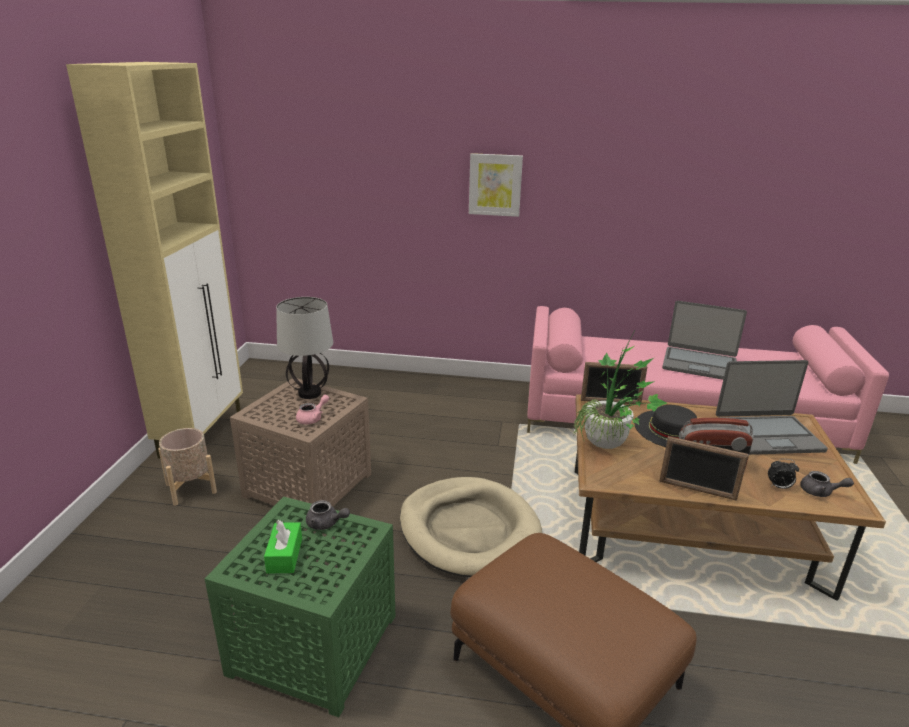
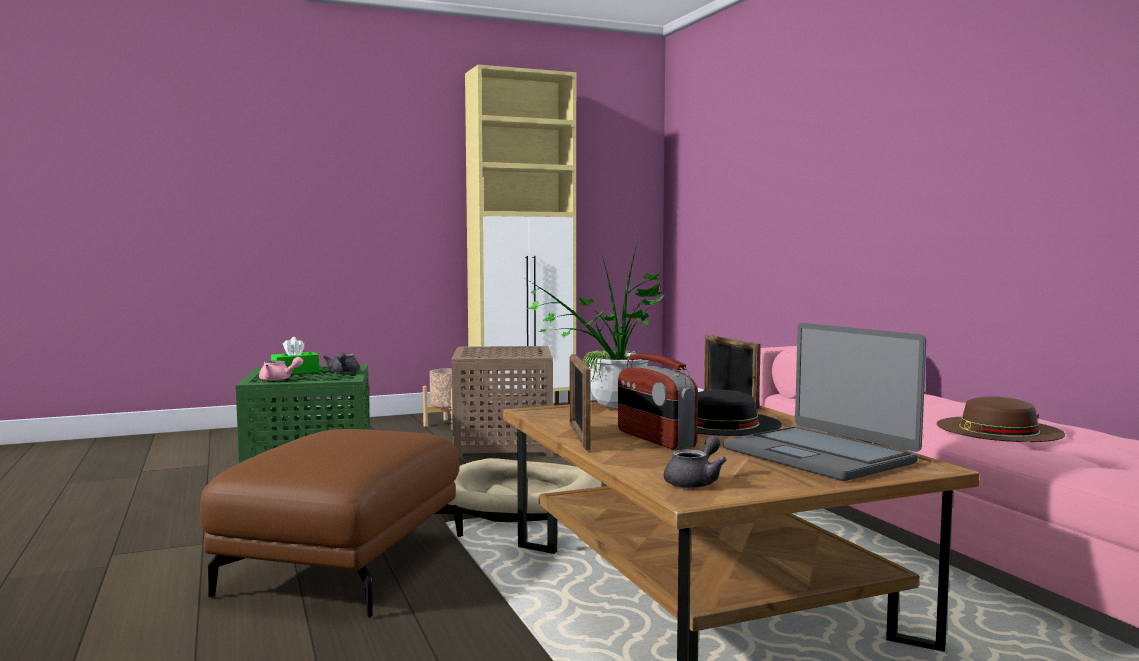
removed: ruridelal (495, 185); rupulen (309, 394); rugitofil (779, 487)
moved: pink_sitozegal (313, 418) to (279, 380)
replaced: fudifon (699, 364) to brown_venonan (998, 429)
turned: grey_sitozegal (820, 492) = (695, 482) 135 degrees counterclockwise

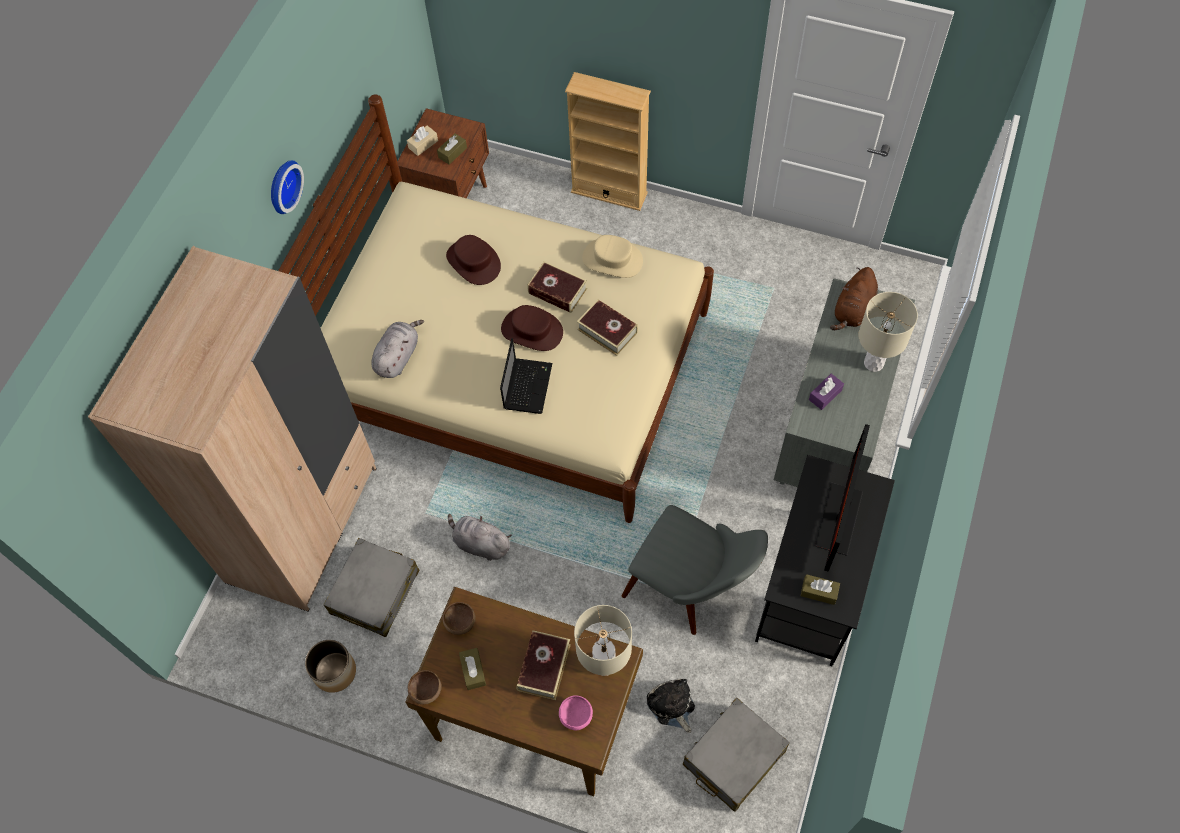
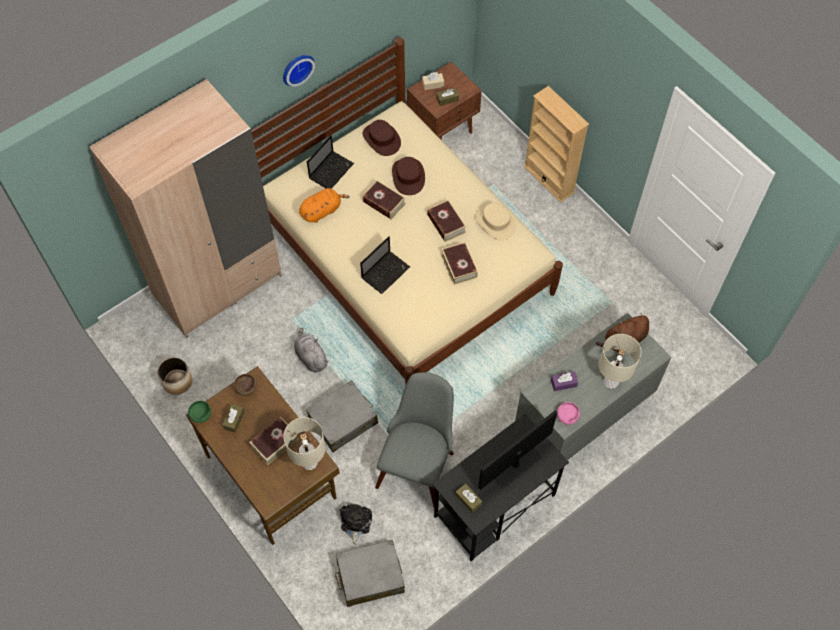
added: fudifon (331, 170); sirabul (384, 203)
moved: brown_venonan (532, 330) to (382, 139); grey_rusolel (375, 592) to (343, 420); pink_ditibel (575, 716) to (566, 416)
recoloured: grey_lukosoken (398, 356) to orange_lukosoken (322, 211); brown_ditibel (426, 691) to green_ditibel (200, 415)
turned: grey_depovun (691, 588) = (418, 460) 135 degrees counterclockwise

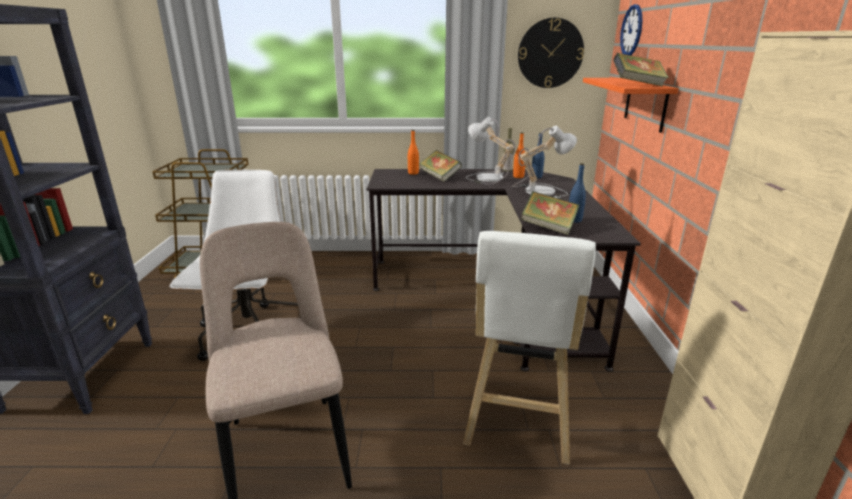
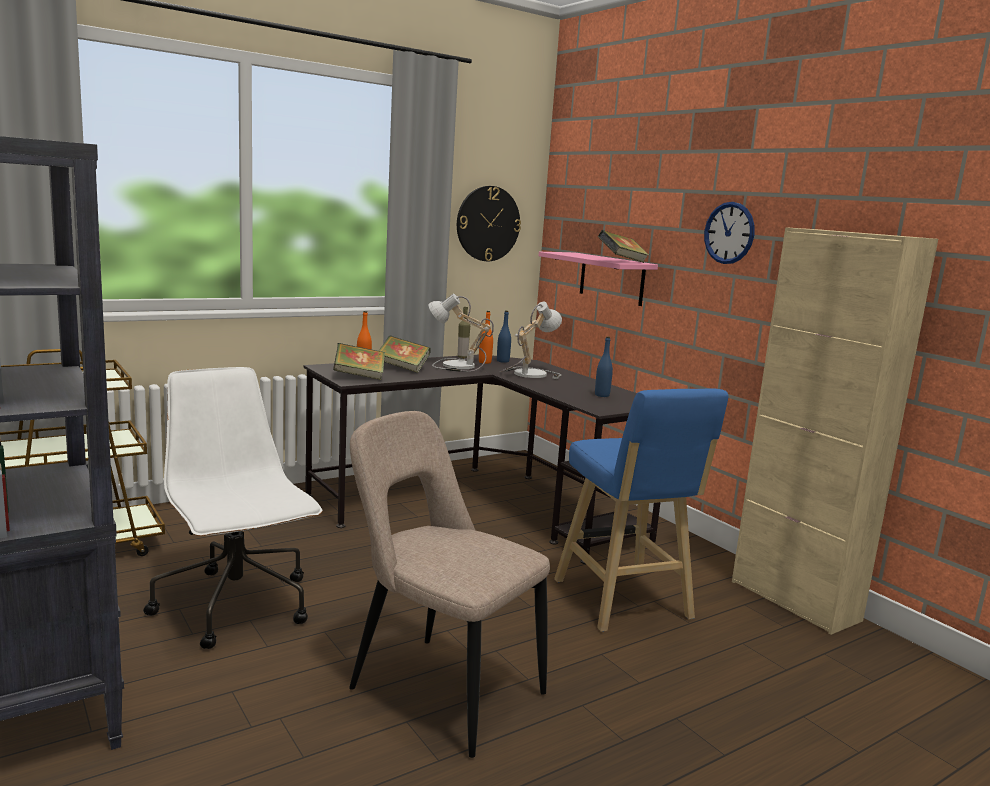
moved: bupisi (631, 31) to (729, 233); sirabul (548, 227) to (359, 377)
recoloured: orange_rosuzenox (645, 103) to pink_rosuzenox (611, 278); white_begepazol (517, 421) to blue_begepazol (624, 602)

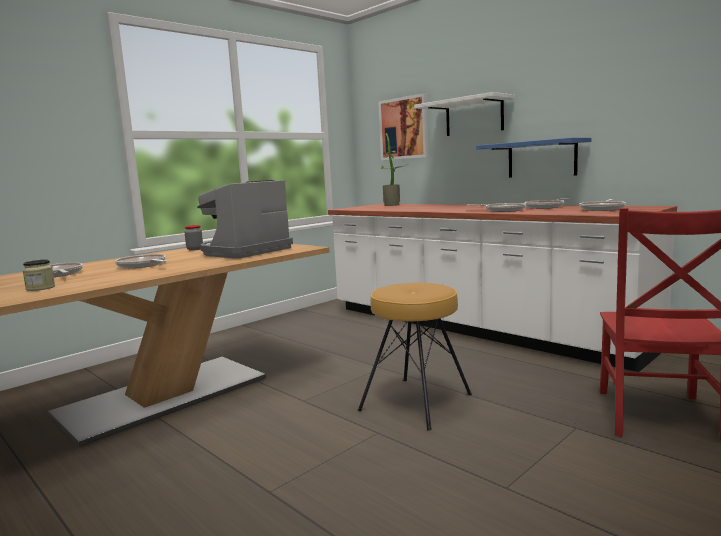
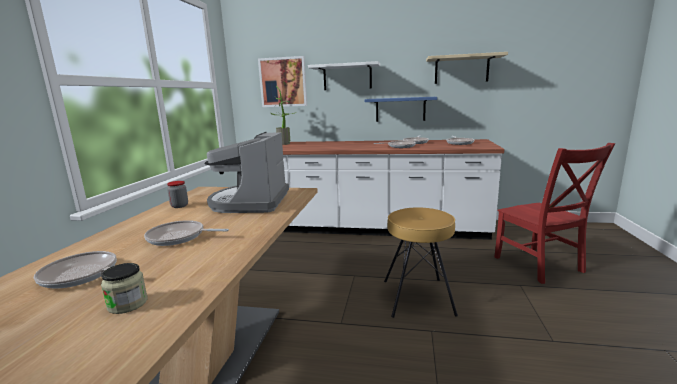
added: beige_rosuzenox (461, 69)

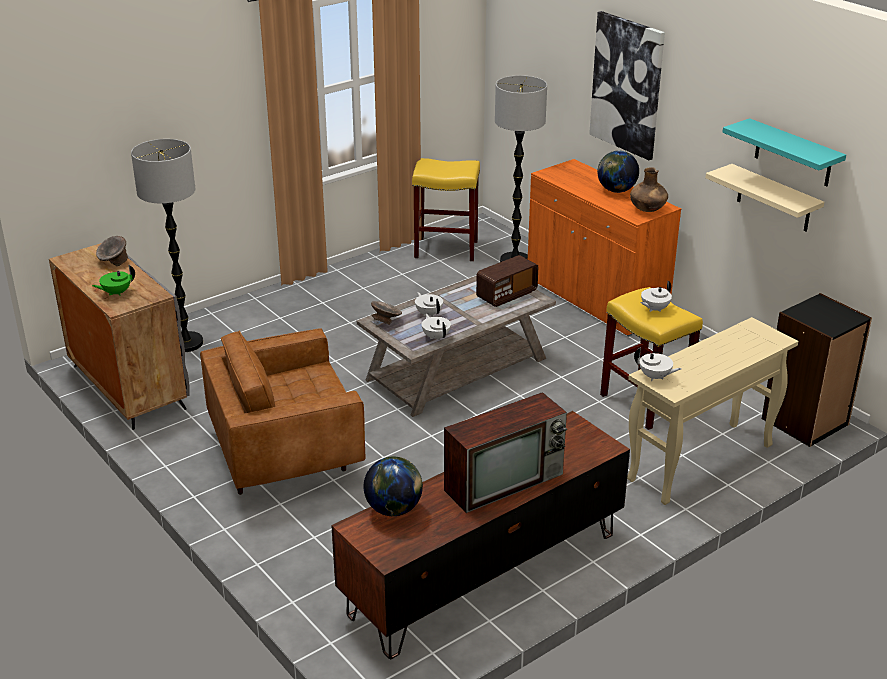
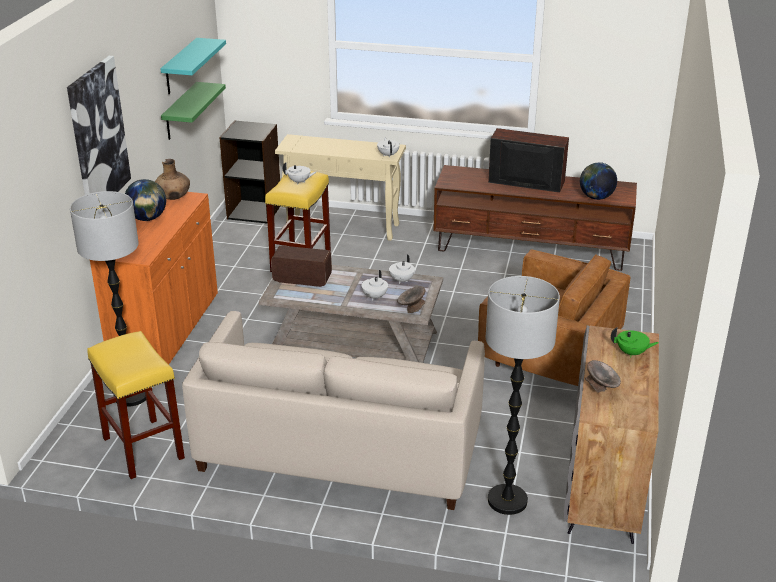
added: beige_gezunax (339, 449)
recoloured: beige_rosuzenox (774, 199) to green_rosuzenox (180, 112)

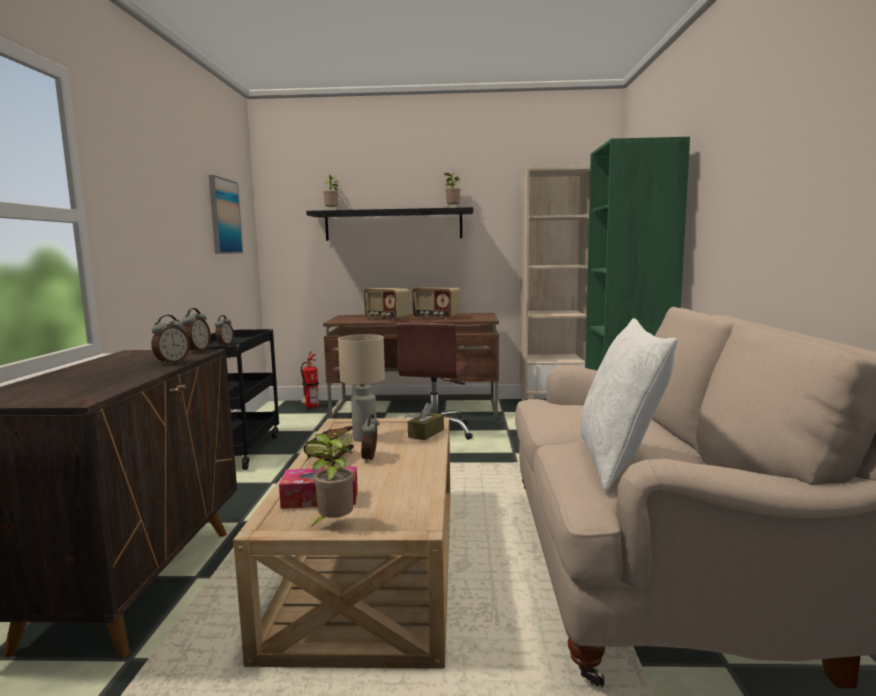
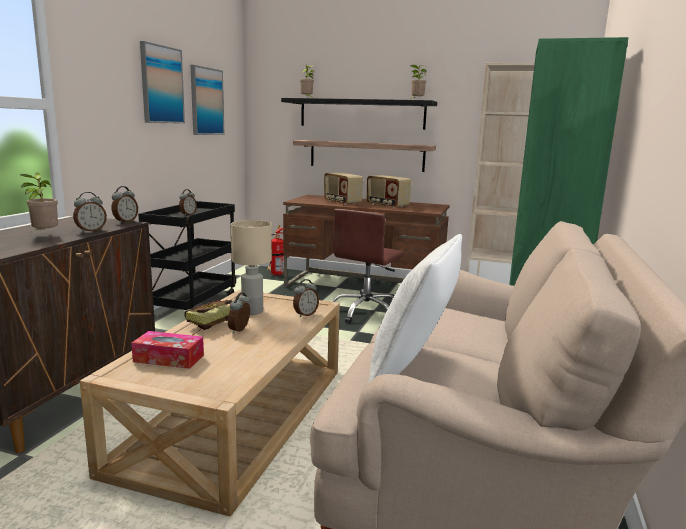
added: ruridelal (161, 85); rosuzenox (366, 155)
moved: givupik (333, 524) to (44, 235)
replaced: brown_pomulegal (426, 433) to rugitofil (305, 314)

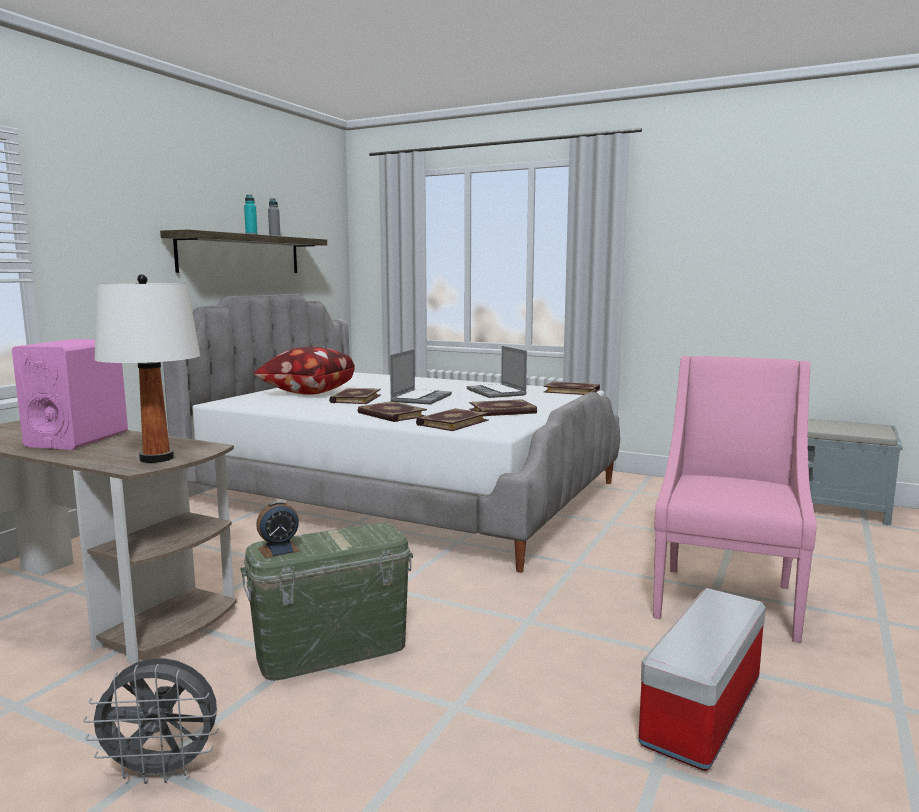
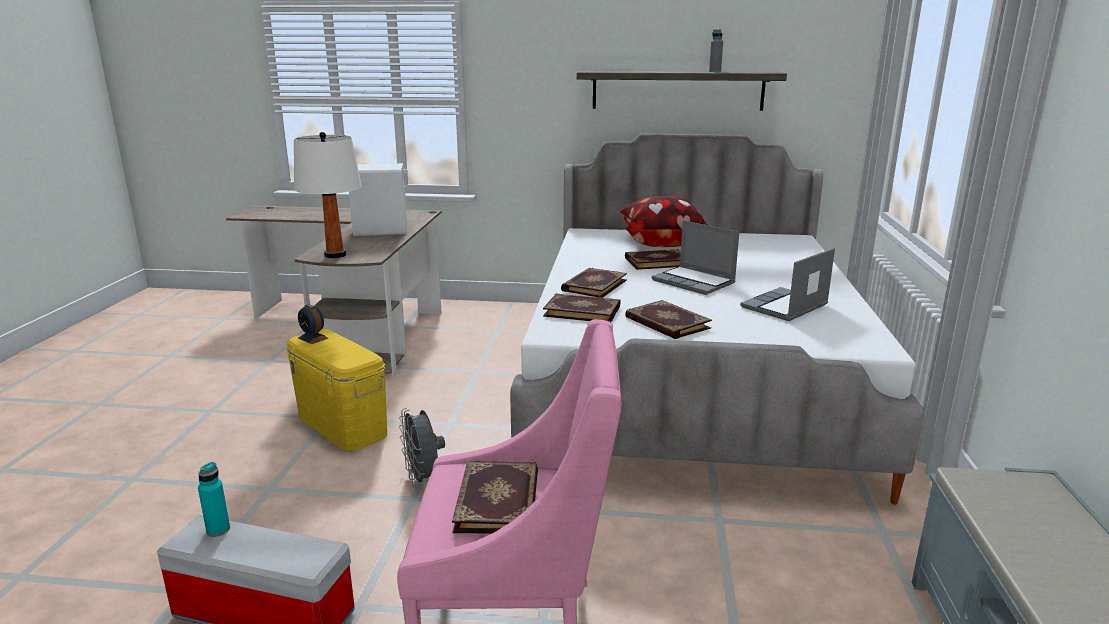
moved: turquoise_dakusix (251, 234) to (218, 530); sirabul (572, 391) to (499, 501); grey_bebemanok (162, 771) to (423, 481)
recoloured: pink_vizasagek (78, 439) to white_vizasagek (381, 231); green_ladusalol (332, 649) to yellow_ladusalol (342, 425)
turned: fudifon (421, 398) = (694, 282) 45 degrees clockwise

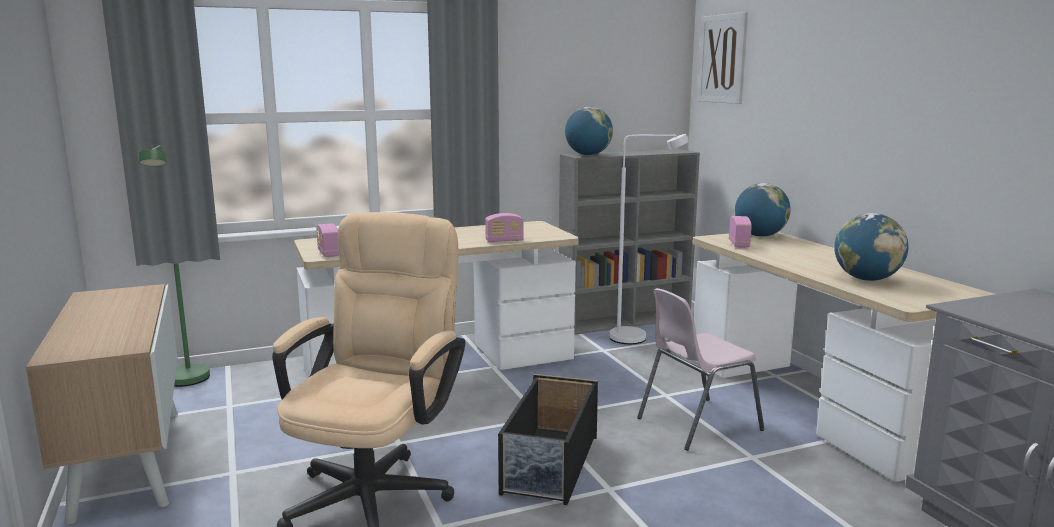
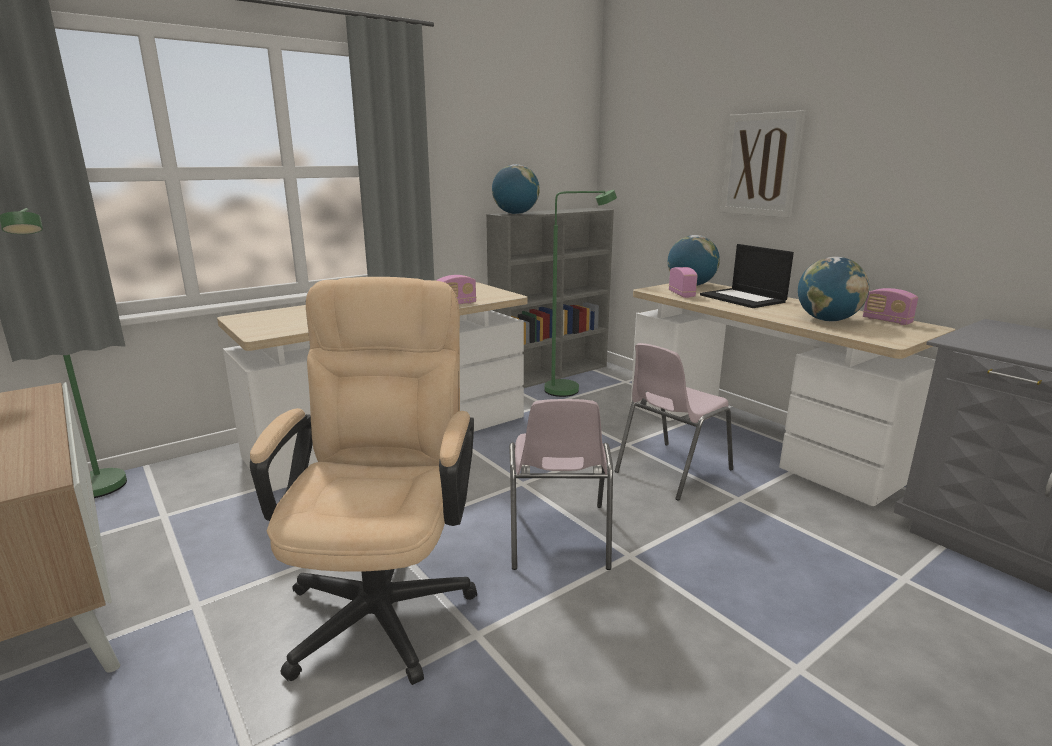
added: fudifon (743, 299)
moved: ruridelal (722, 59) to (760, 165); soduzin (328, 253) to (887, 321)
replaced: black_ladusalol (550, 465) to pink_depovun (557, 537)
recoloured: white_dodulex (638, 338) to green_dodulex (571, 389)

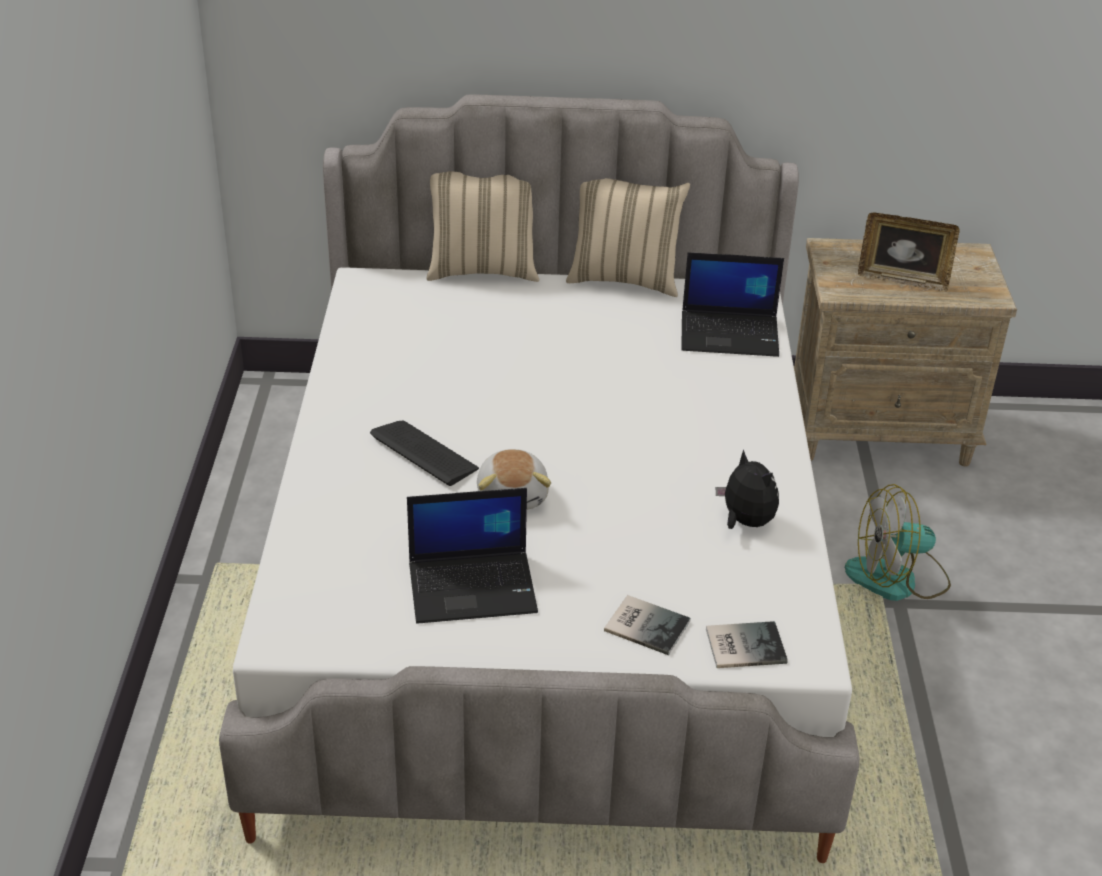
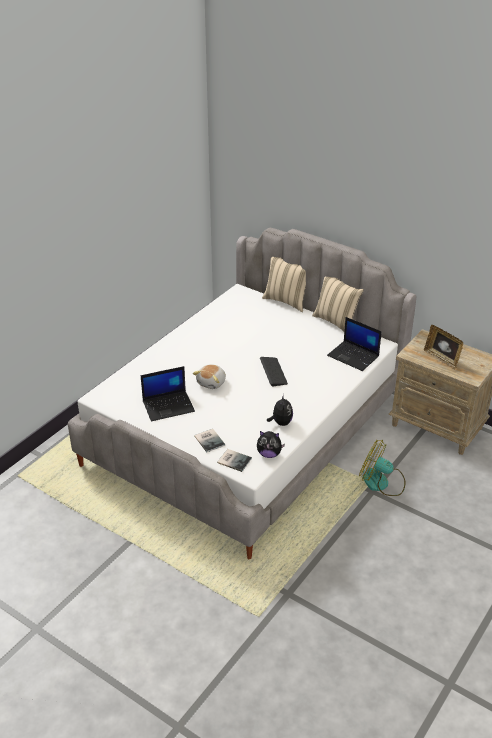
added: lukosoken (269, 454)
moved: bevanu (424, 453) to (273, 372)
turned: fudifon (474, 586) = (169, 406) 45 degrees counterclockwise

